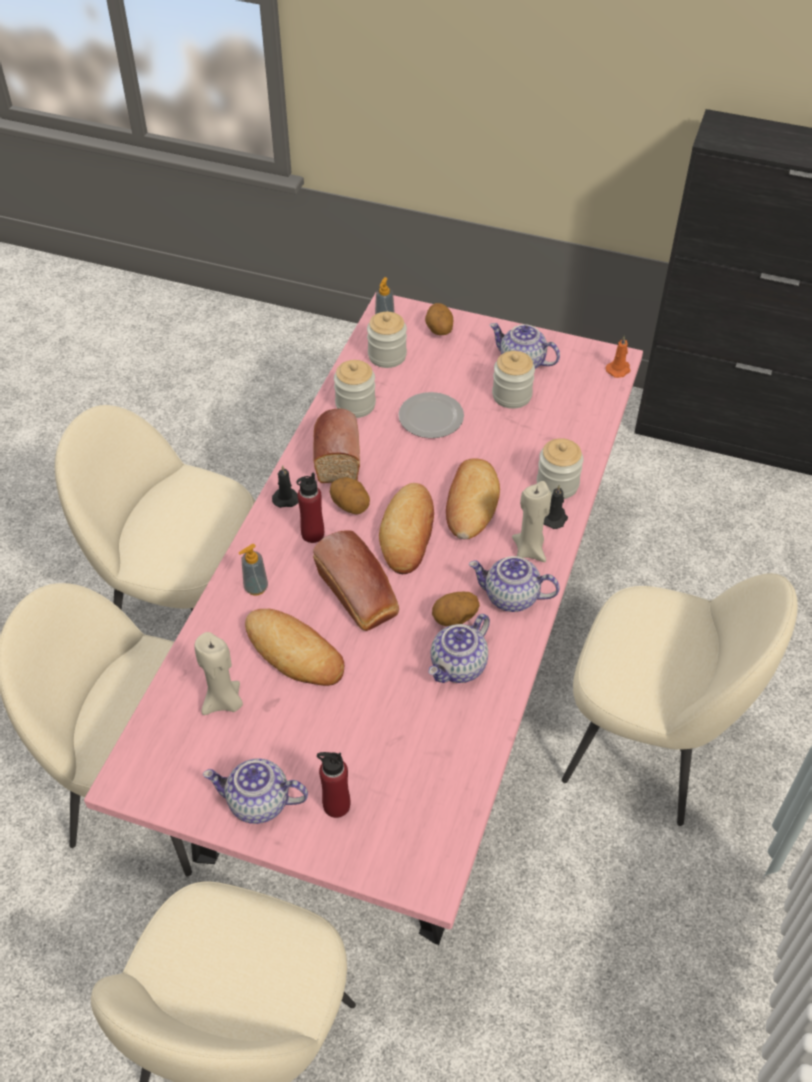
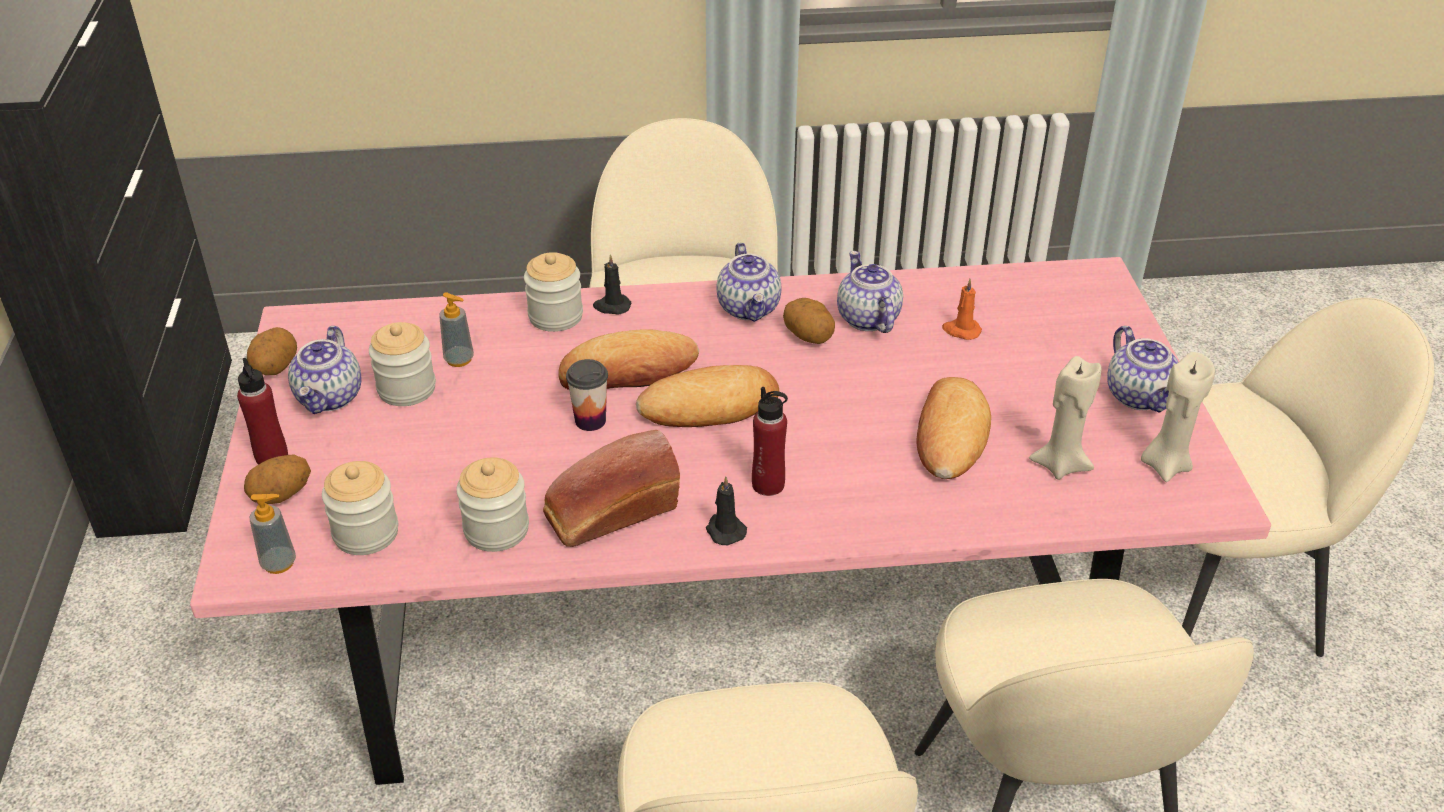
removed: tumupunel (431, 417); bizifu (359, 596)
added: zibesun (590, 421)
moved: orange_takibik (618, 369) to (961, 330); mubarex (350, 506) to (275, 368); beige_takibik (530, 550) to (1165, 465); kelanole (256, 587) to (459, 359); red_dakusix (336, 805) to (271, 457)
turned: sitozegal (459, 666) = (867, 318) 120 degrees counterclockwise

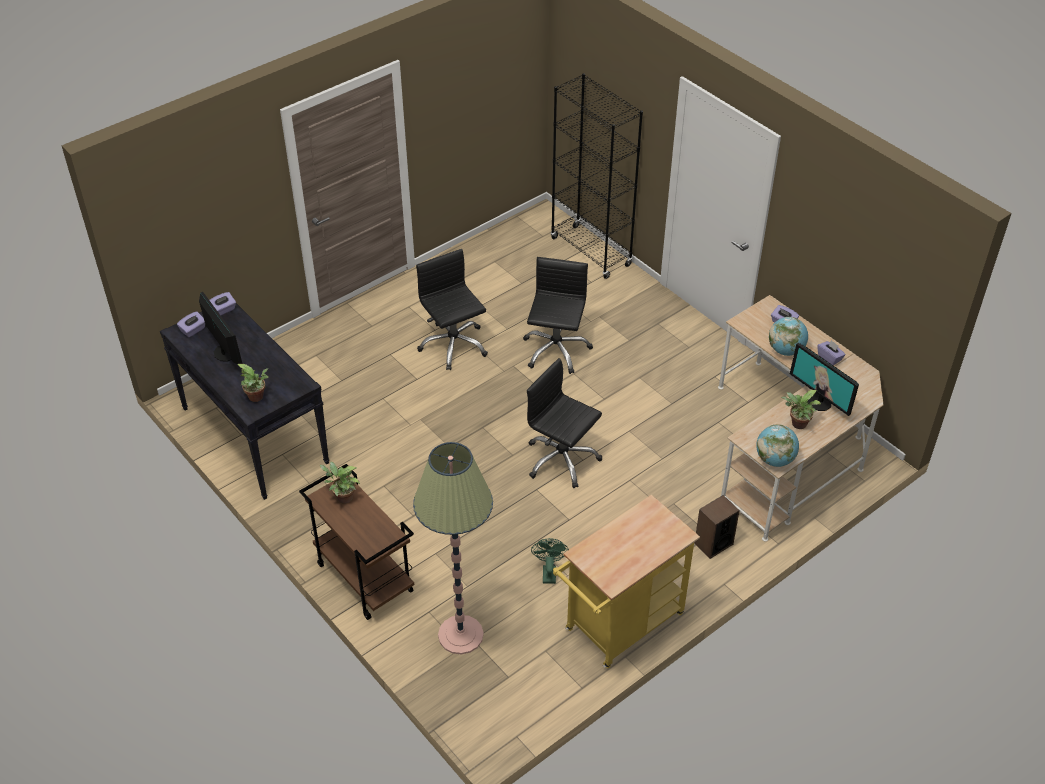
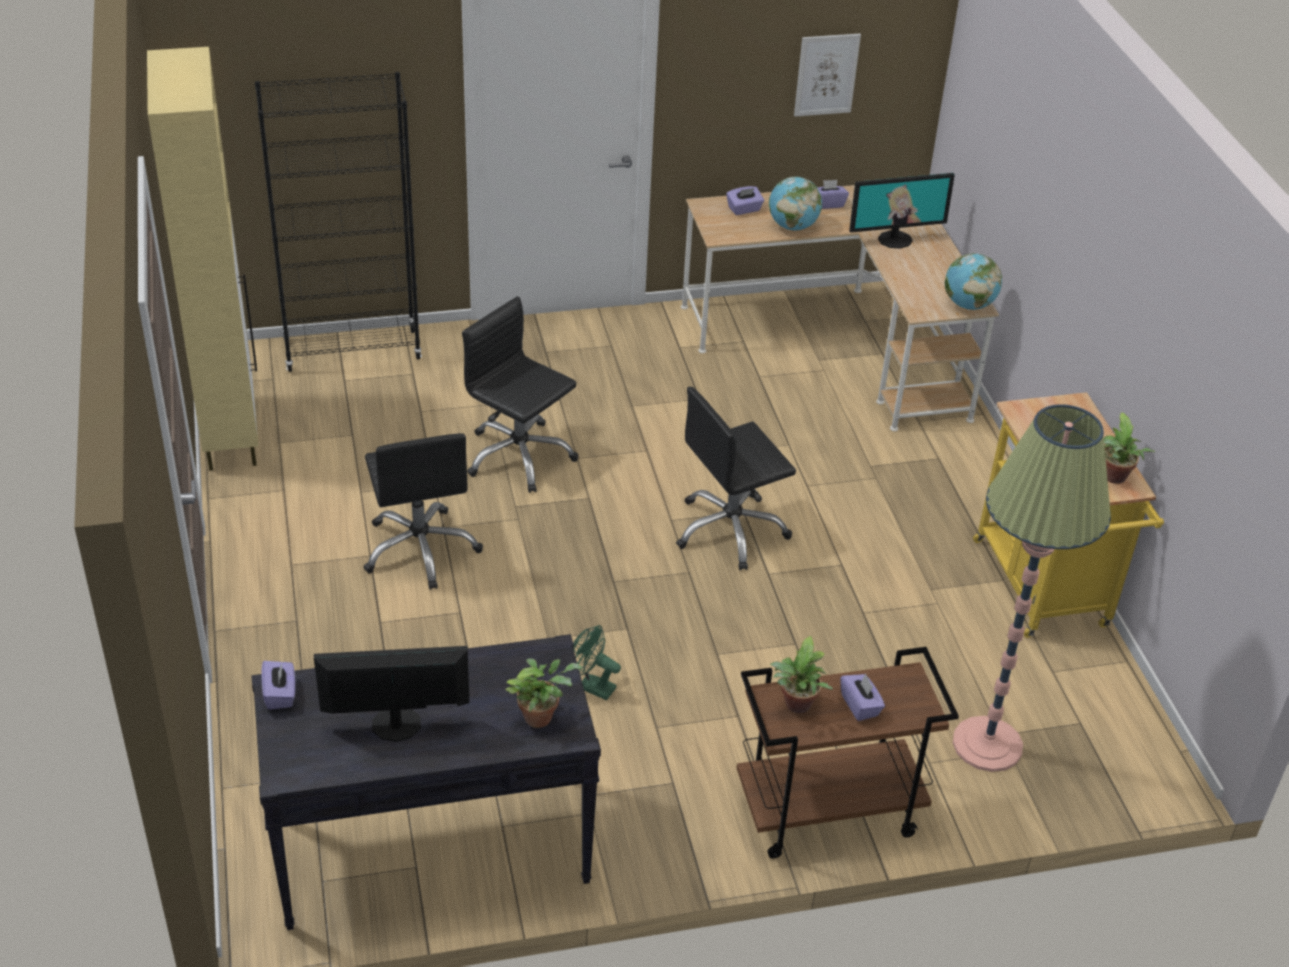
removed: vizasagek (713, 543)
added: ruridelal (826, 74); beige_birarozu (231, 432)
moved: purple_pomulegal (193, 330) to (860, 706); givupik (797, 424) to (1115, 478); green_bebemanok (549, 571) to (591, 686)
turned: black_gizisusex (453, 345) = (421, 549) 105 degrees counterclockwise

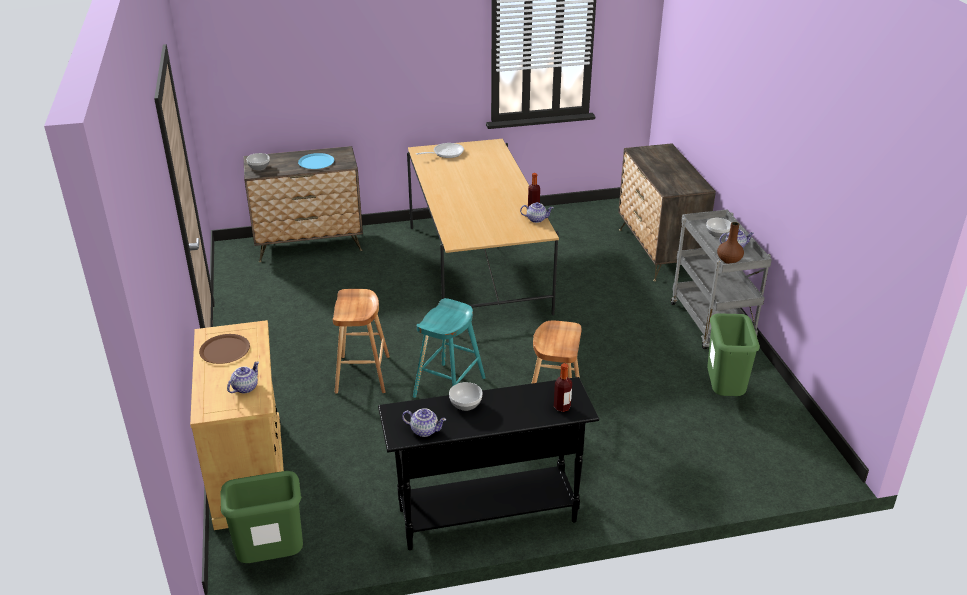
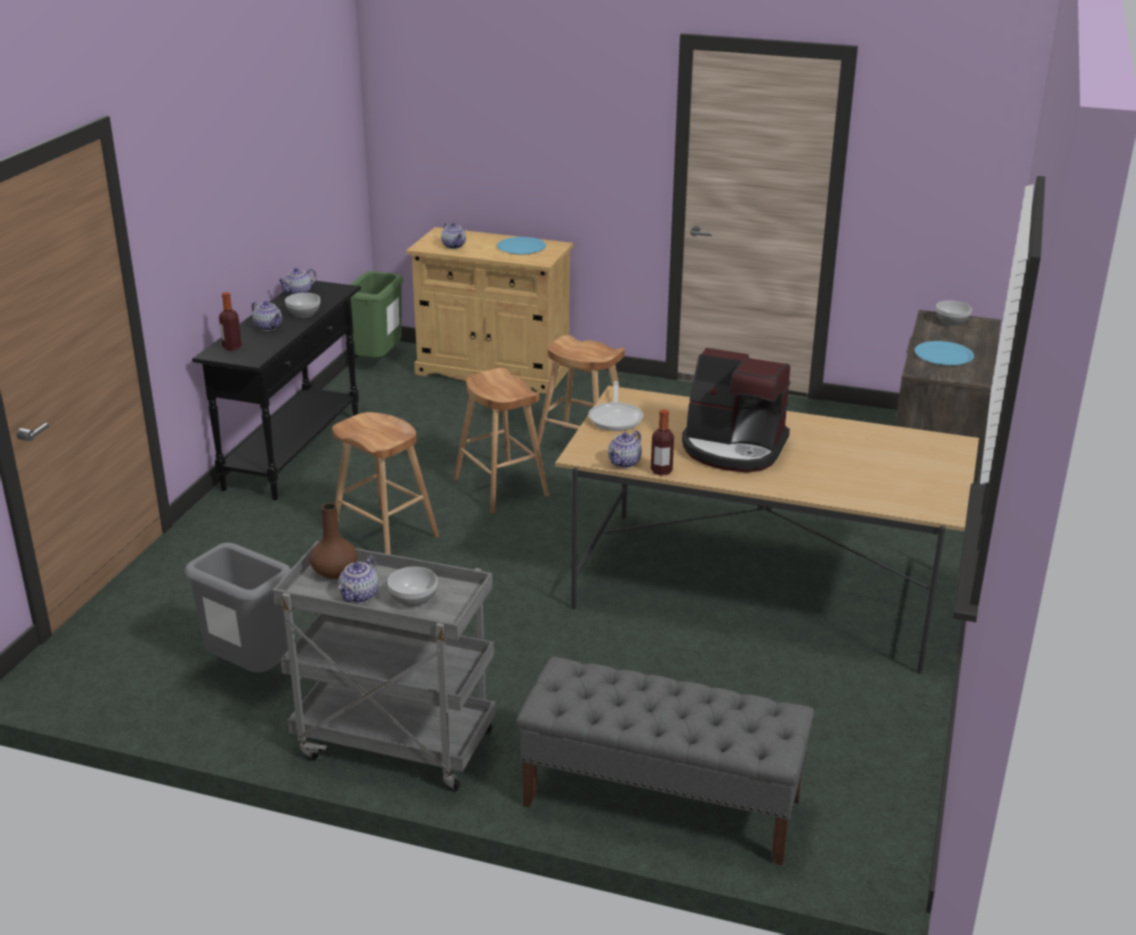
added: sitozegal (269, 327); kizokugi (733, 448)
moved: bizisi (445, 153) to (616, 418)
replaced: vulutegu (658, 252) to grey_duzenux (660, 802)
recoloured: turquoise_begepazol (449, 387) to brown_begepazol (501, 488); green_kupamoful (724, 393) to grey_kupamoful (249, 671); brown_tumupunel (224, 350) to blue_tumupunel (521, 247)

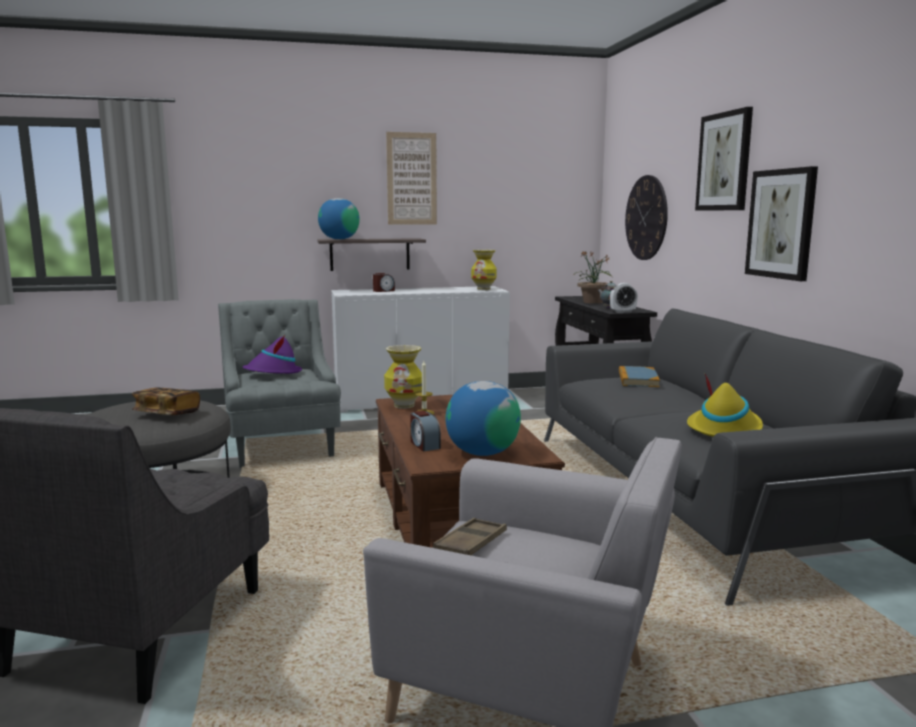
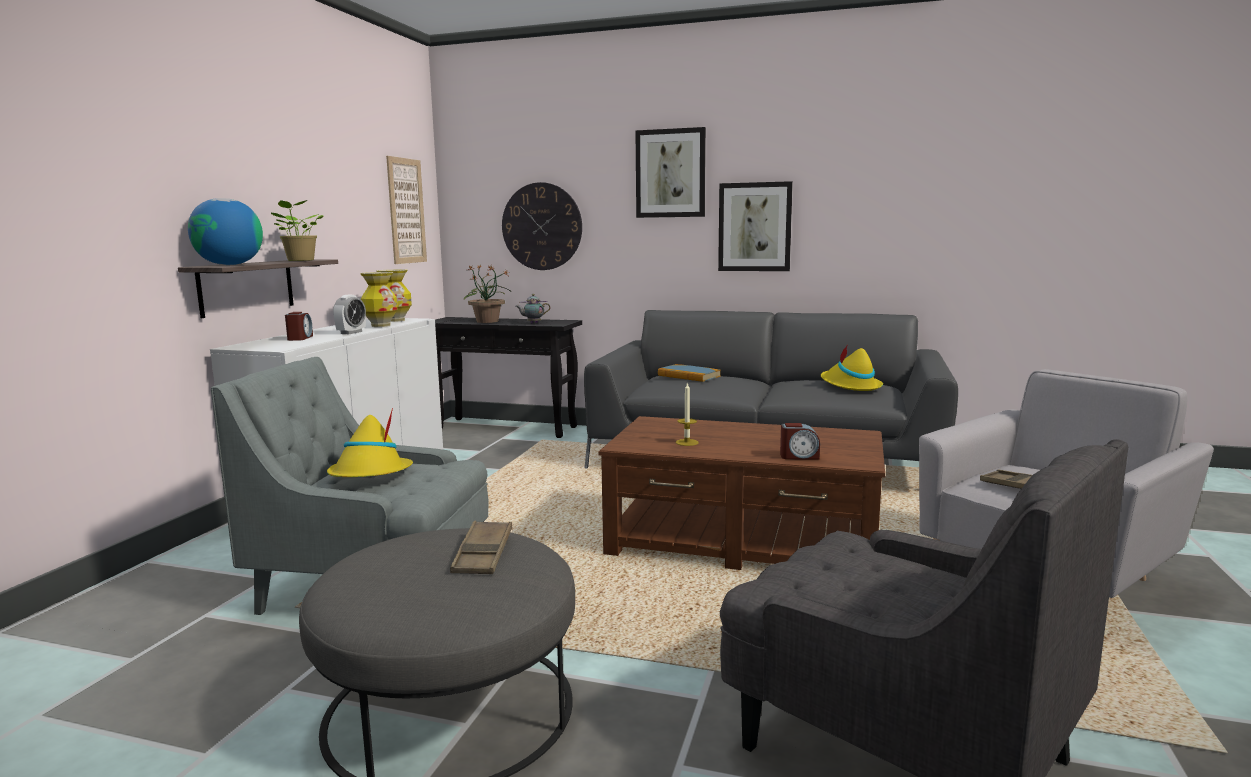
removed: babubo (482, 453)
added: givupik (300, 260)
moved: ruridelal (411, 179) to (406, 211); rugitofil (623, 312) to (351, 332); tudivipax (404, 405) to (381, 326)
replaced: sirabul (167, 414) to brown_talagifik (483, 554)
recoloured: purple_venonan (273, 373) to yellow_venonan (370, 475)

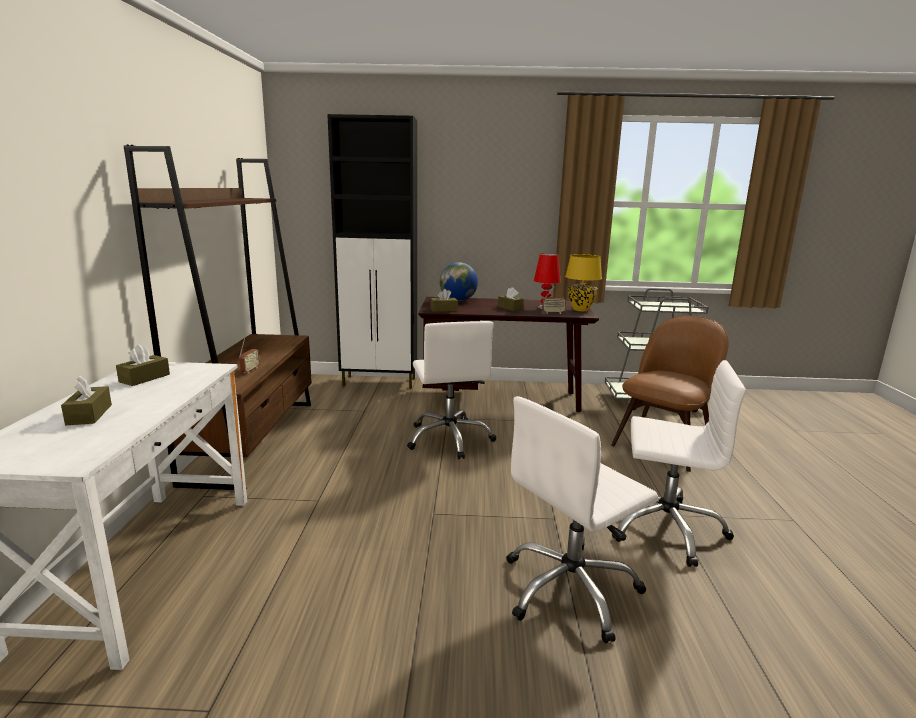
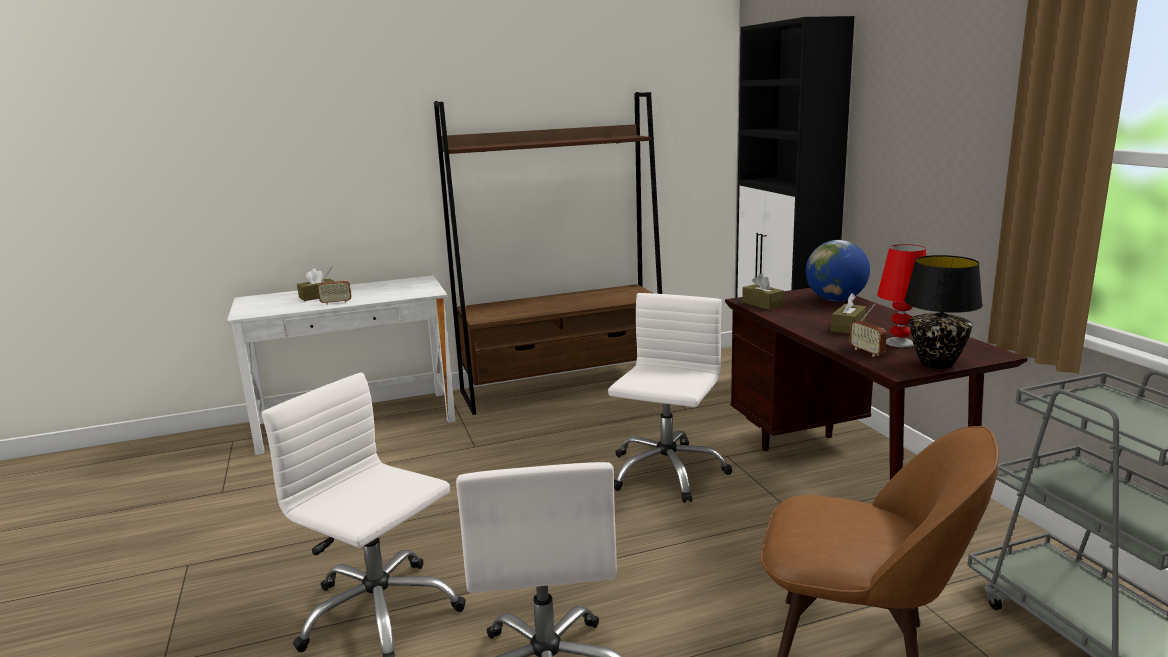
removed: brown_pomulegal (144, 378)
moved: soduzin (250, 370) to (336, 303)
recoloured: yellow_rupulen (581, 310) to black_rupulen (936, 364)
turned: white_gizisusex (450, 439) = (666, 472) 150 degrees clockwise

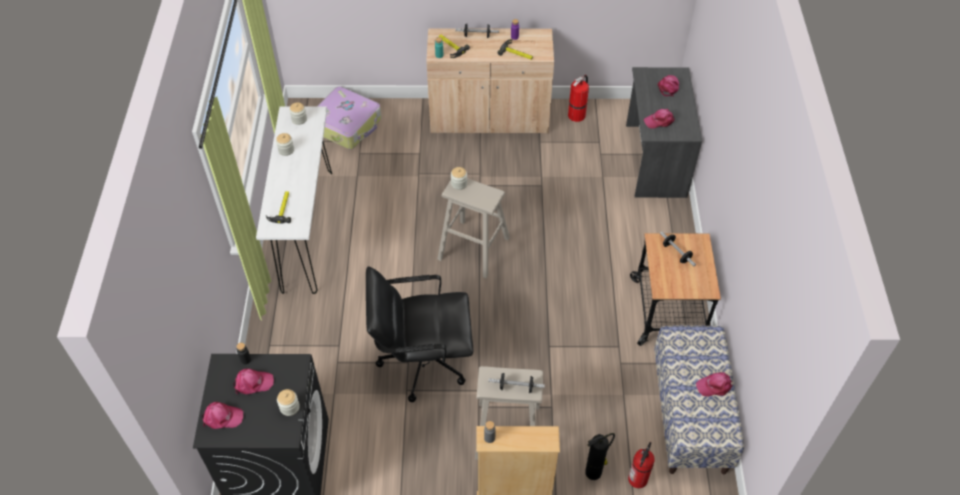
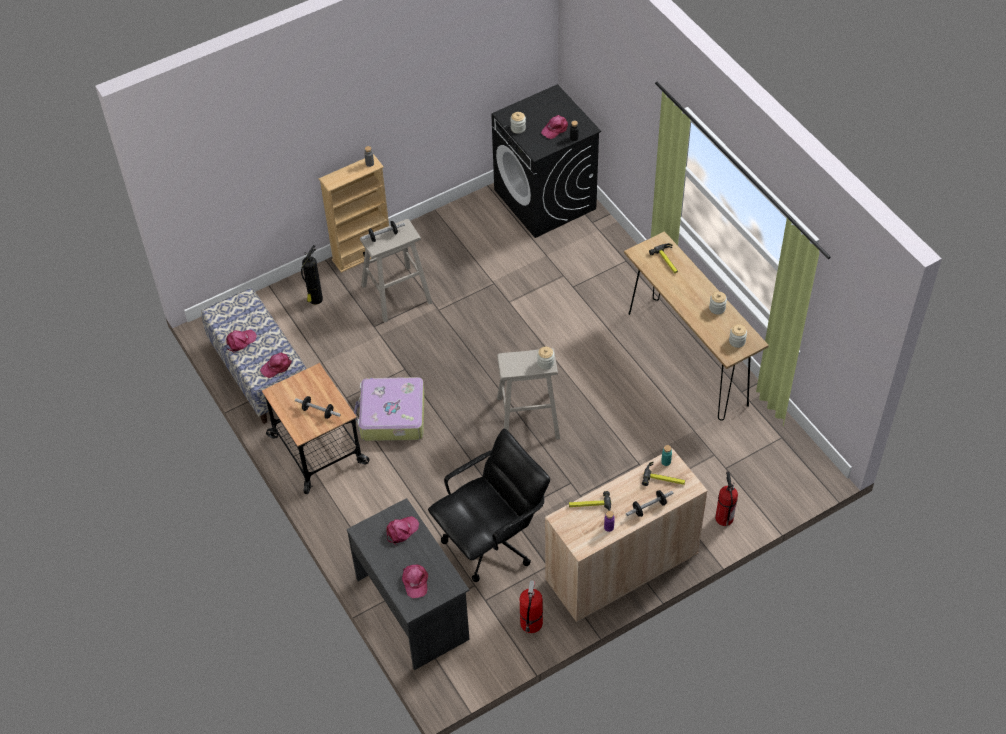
moved: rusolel (347, 124) to (391, 416); black_gizisusex (422, 361) to (491, 542); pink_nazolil (222, 417) to (277, 366); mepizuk (638, 480) to (723, 517)
recoloured: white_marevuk (307, 230) to brown_marevuk (687, 358)

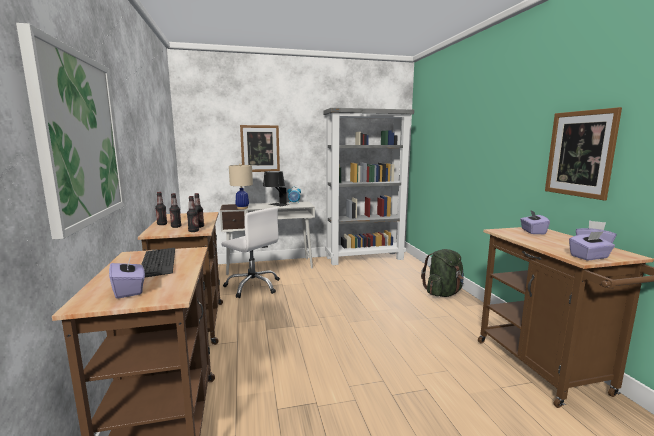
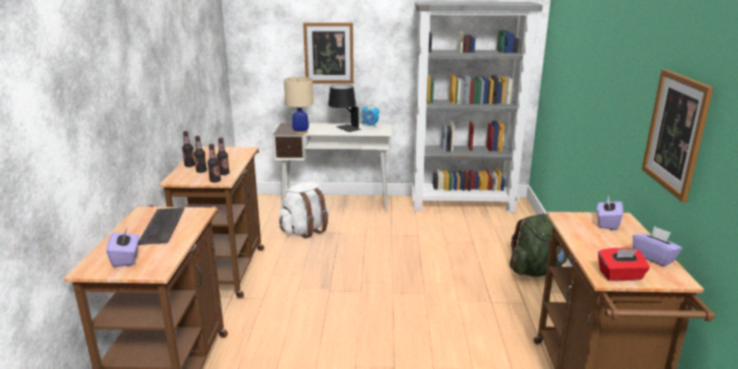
removed: ruridelal (80, 138)
replaced: white_gizisusex (253, 286) to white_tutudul (305, 230)
recoloured: purple_pomulegal (589, 257) to red_pomulegal (620, 276)

